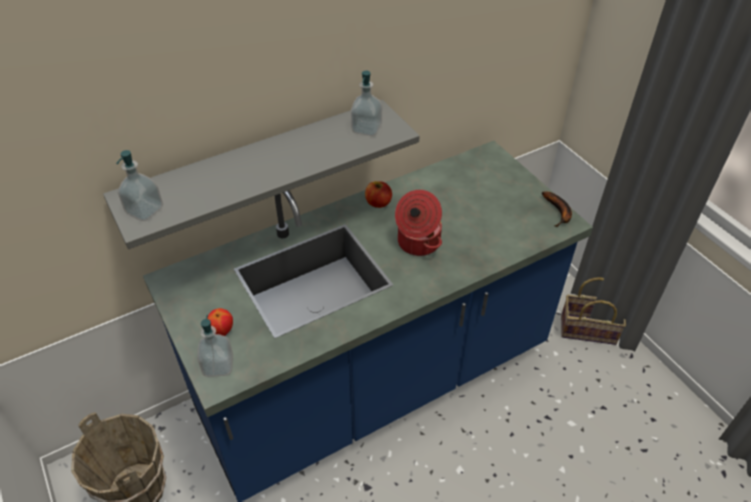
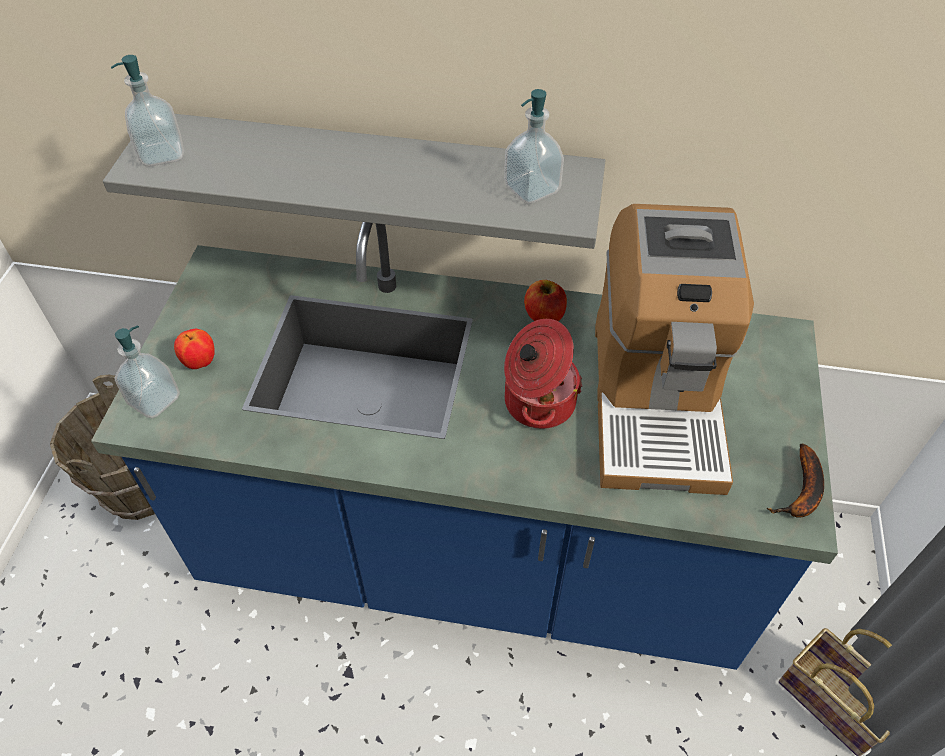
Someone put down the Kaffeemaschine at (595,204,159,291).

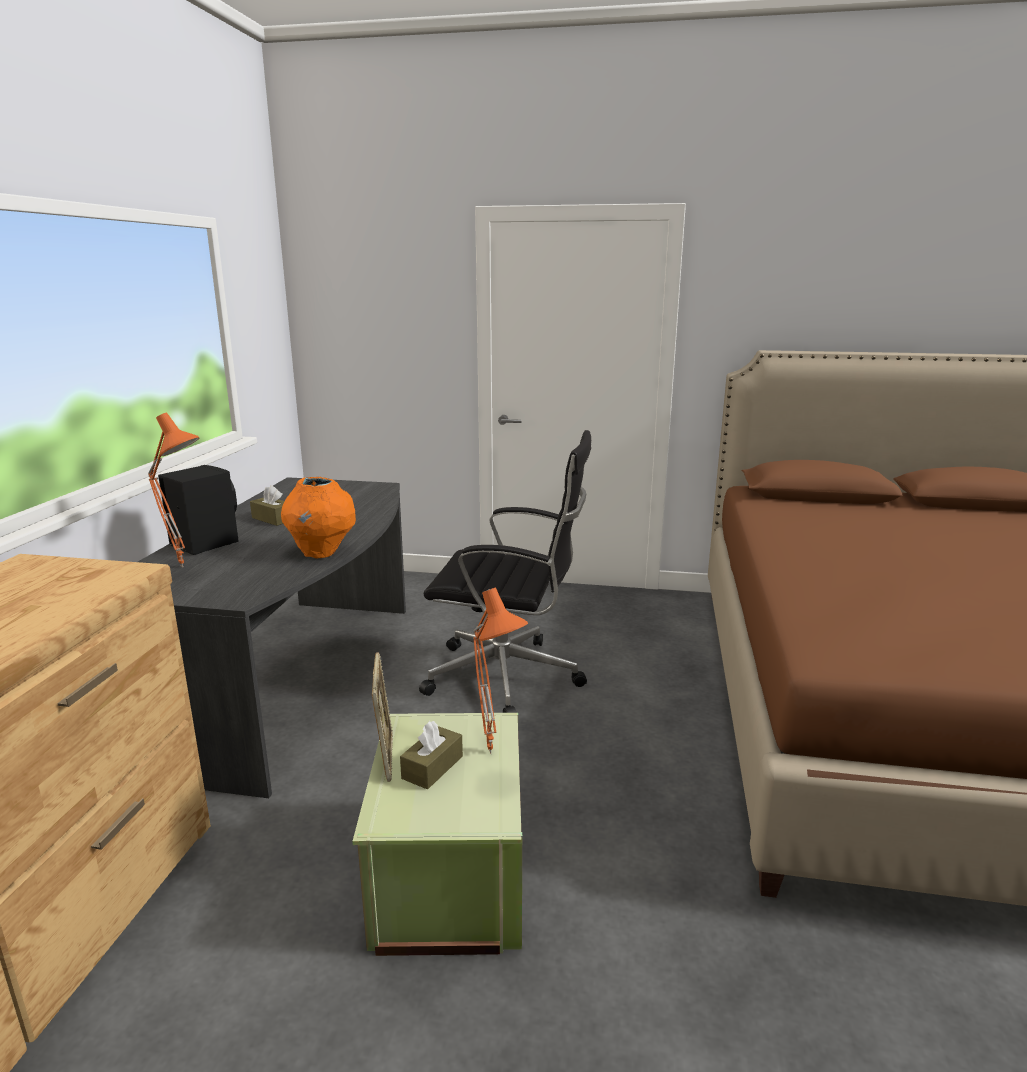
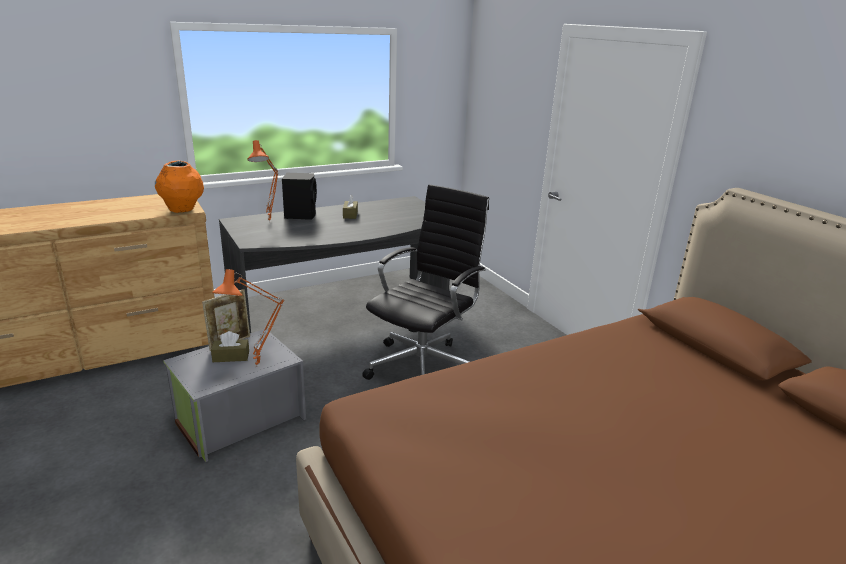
Someone carried the Vase [orange] from (281,477,75,82) to (155,160,49,53).
Someone repainted the Aufbewahrungsbox [grün] at (353,713,169,243), which became the Aufbewahrungsbox [grau] at (163,329,143,133).
Someone rotated the Bürostuhl [schwarz] at (419,430,172,283) by 120 degrees counterclockwise.

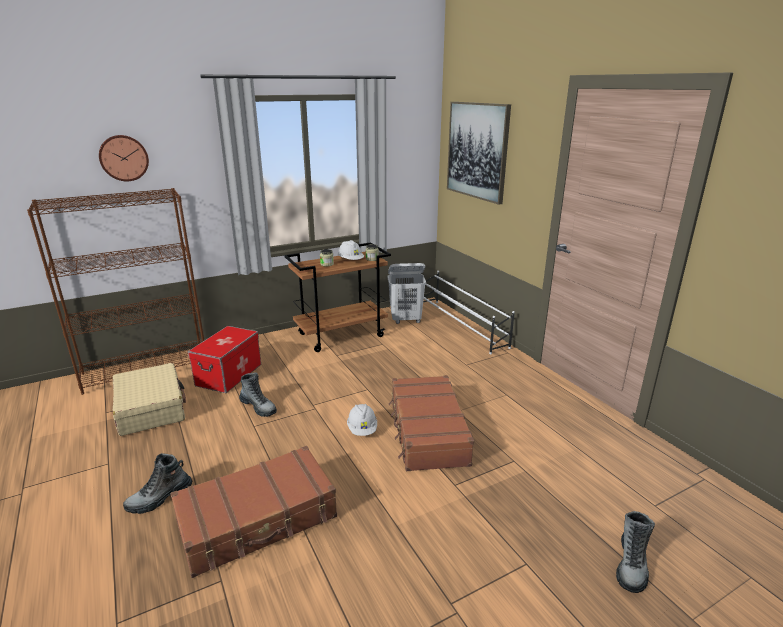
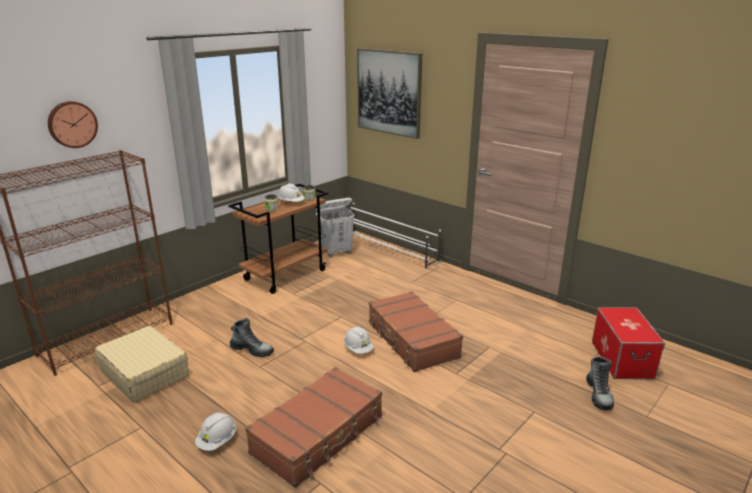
Someone carried the Aufbewahrungsbox from (188,326,73,67) to (592,307,73,72).
Someone swapped the Stiefel at (123,453,69,61) for the Schutzhelm [weiß] at (195,412,41,39).

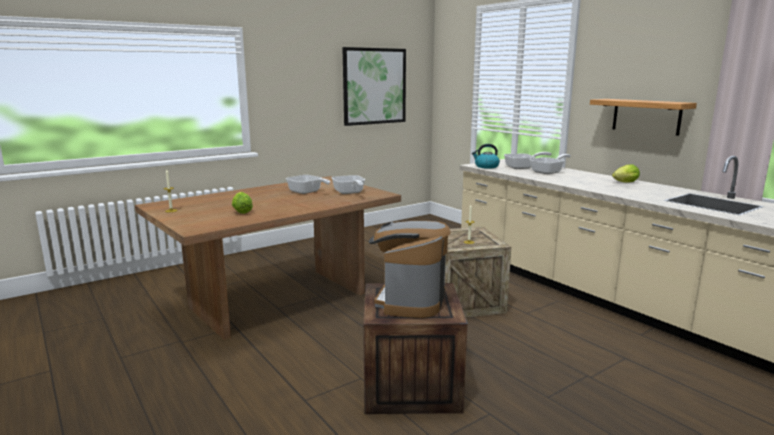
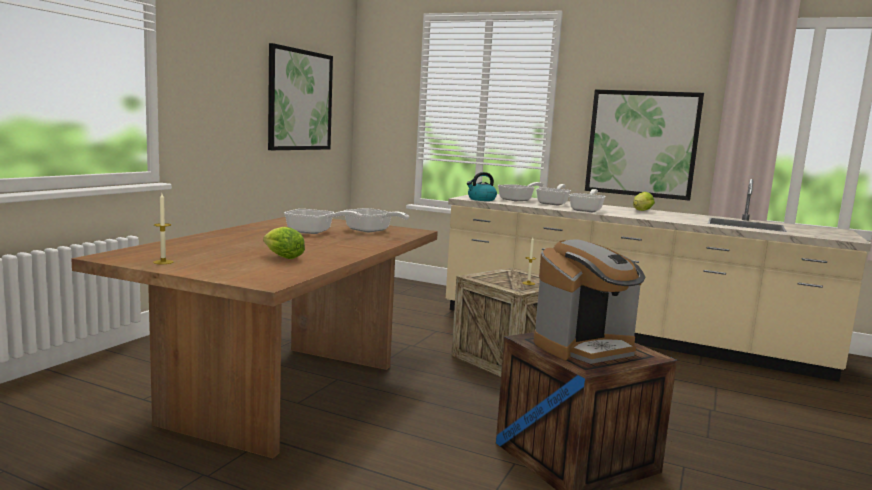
Someone put down the Pfanne at (569,189,37,23).
Someone swapped the Wandregal at (590,99,107,37) for the Bild at (585,89,119,112).
Someone rotated the Kaffeemaschine at (369,221,82,97) by 105 degrees counterclockwise.

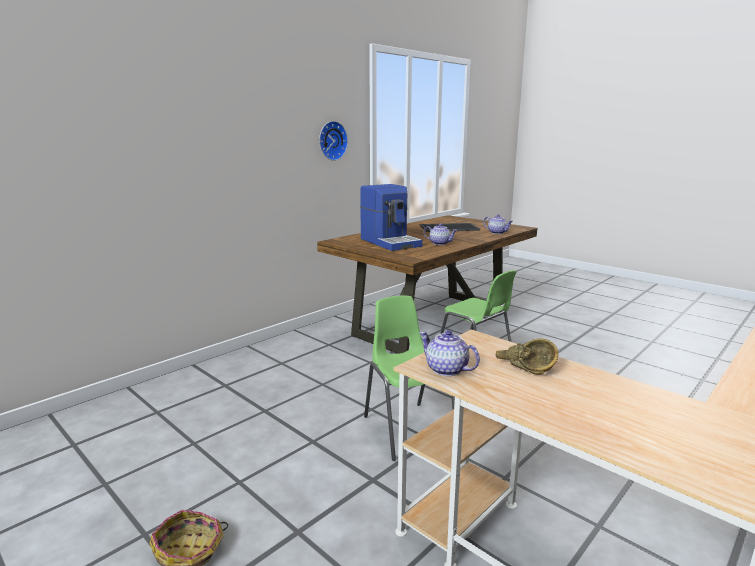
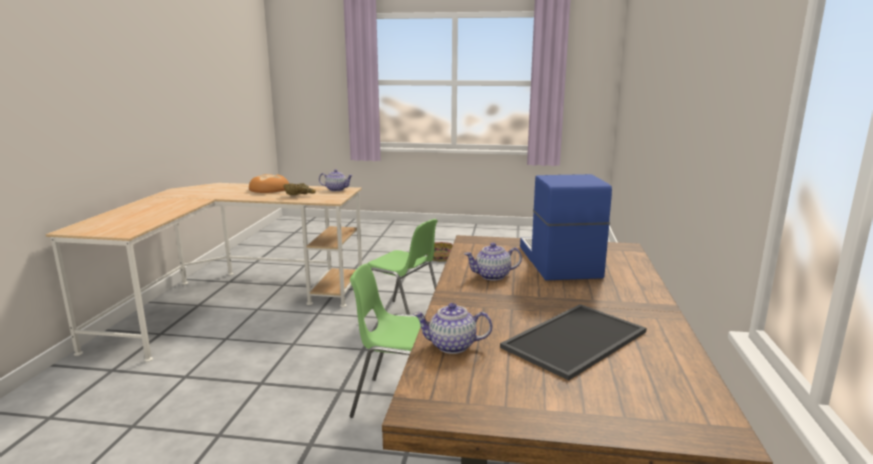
Someone took away the Wanduhr at (319,121,29,40).
Someone put down the Brot at (249,174,40,19).
Someone rotated the Kaffeemaschine at (360,184,63,67) by 60 degrees clockwise.

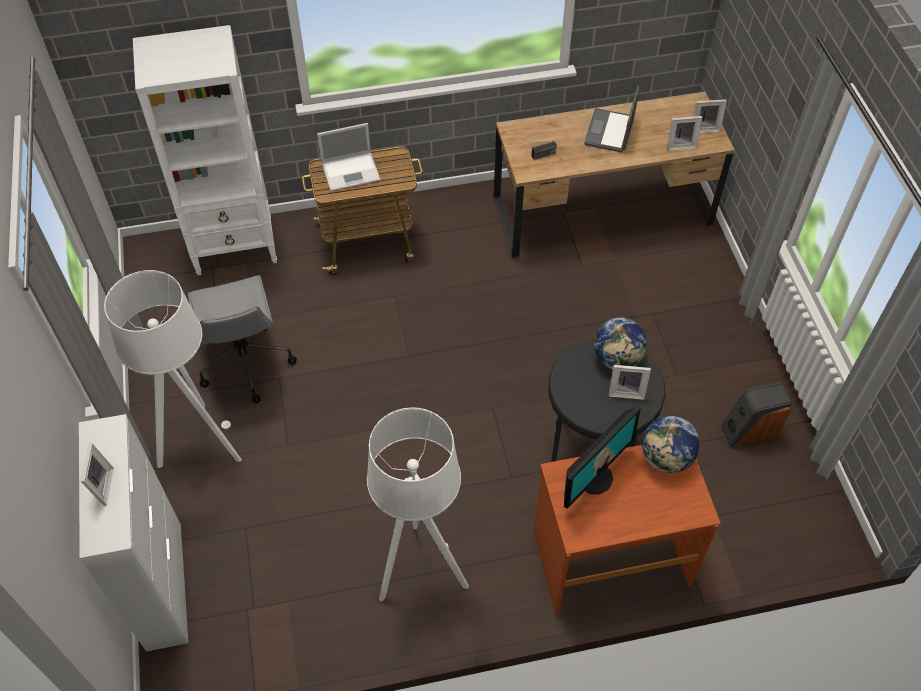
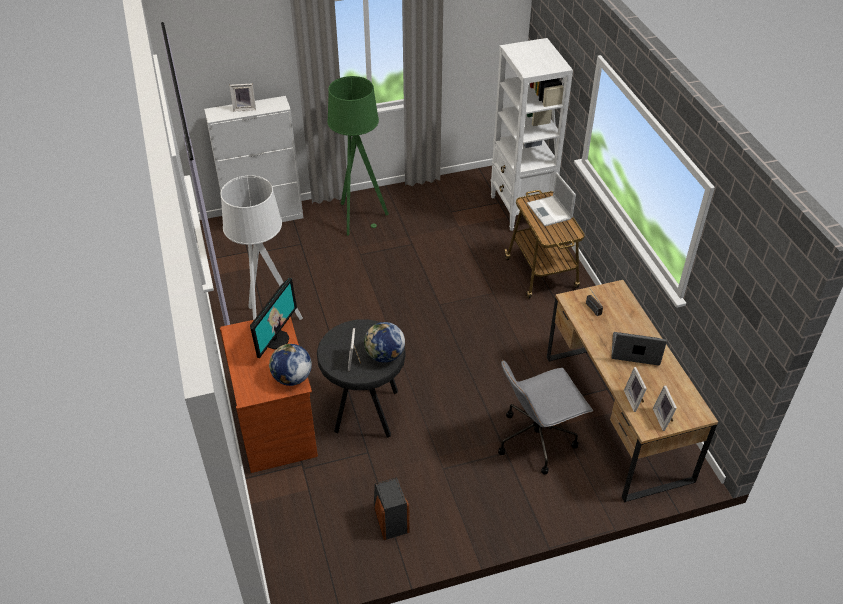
Someone carried the Bürostuhl [grau] from (188,275,109,128) to (498,360,95,114).
Someone repainted the Stehlampe [weiß] at (104,270,138,198), which became the Stehlampe [grün] at (327,76,62,160).
Someone rotated the Monitor at (564,406,77,103) by 105 degrees counterclockwise.

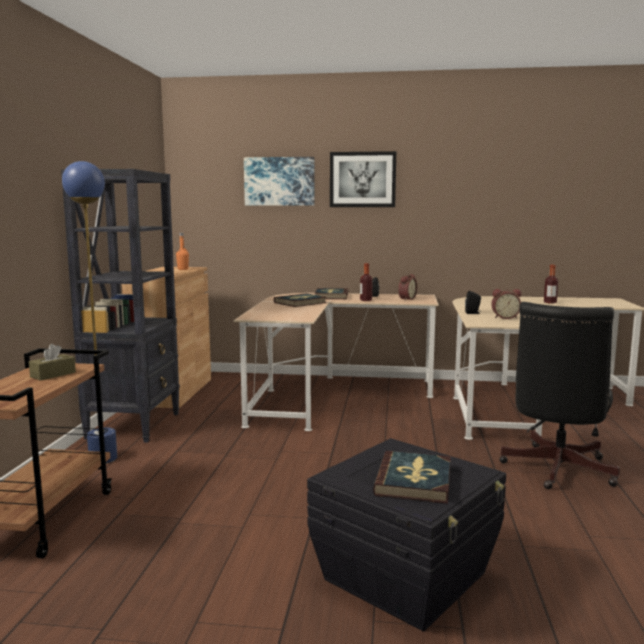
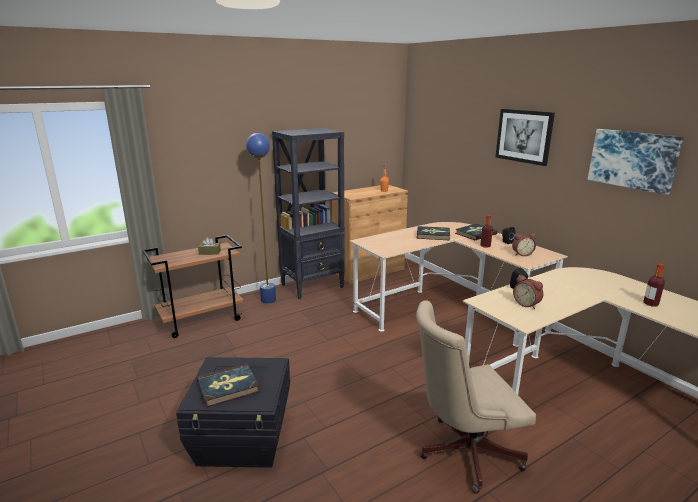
Someone carried the Bild from (244,157,70,49) to (588,129,95,66).
Someone repainted the Bürostuhl [schwarz] at (499,302,121,187), which became the Bürostuhl [beige] at (416,300,120,194).

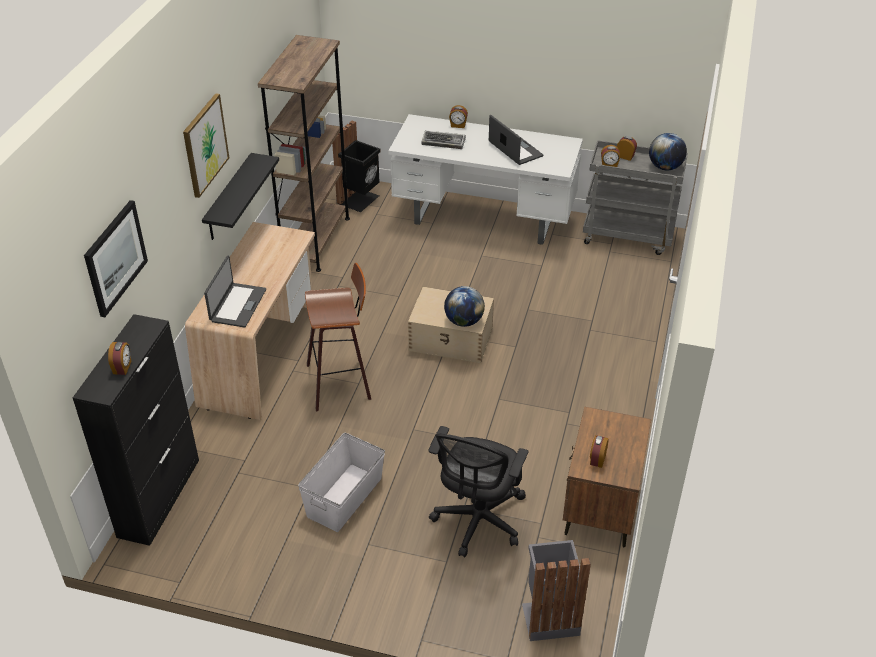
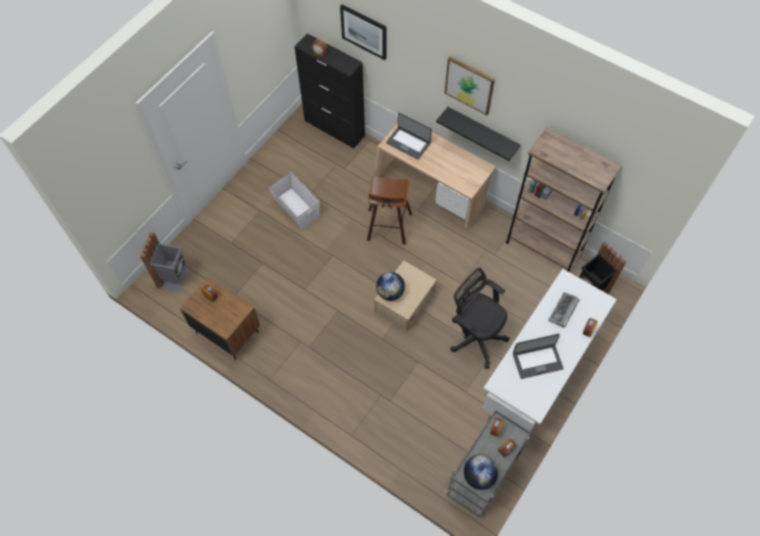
Someone carried the Bürostuhl [schwarz] from (428,426,100,132) to (450,268,60,101).

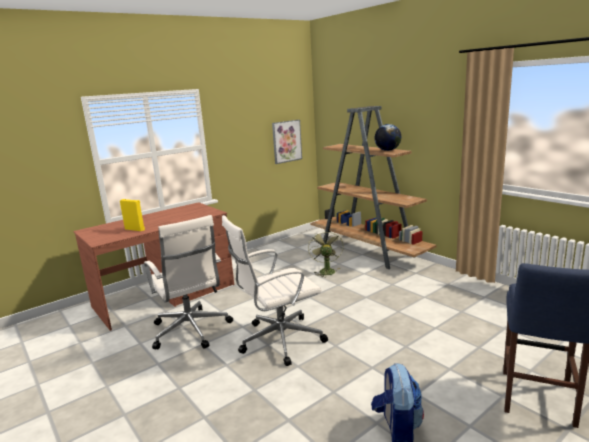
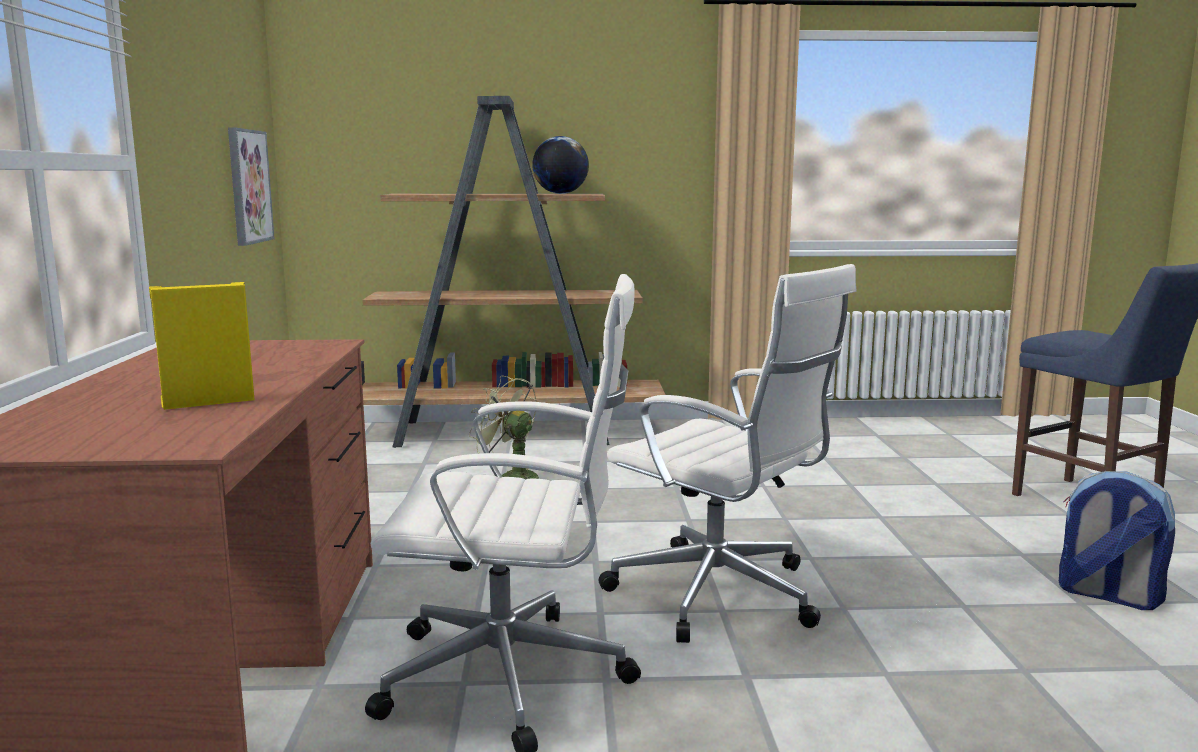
Someone rotated the Bürostuhl [weiß] at (222,215,106,151) by 60 degrees counterclockwise.

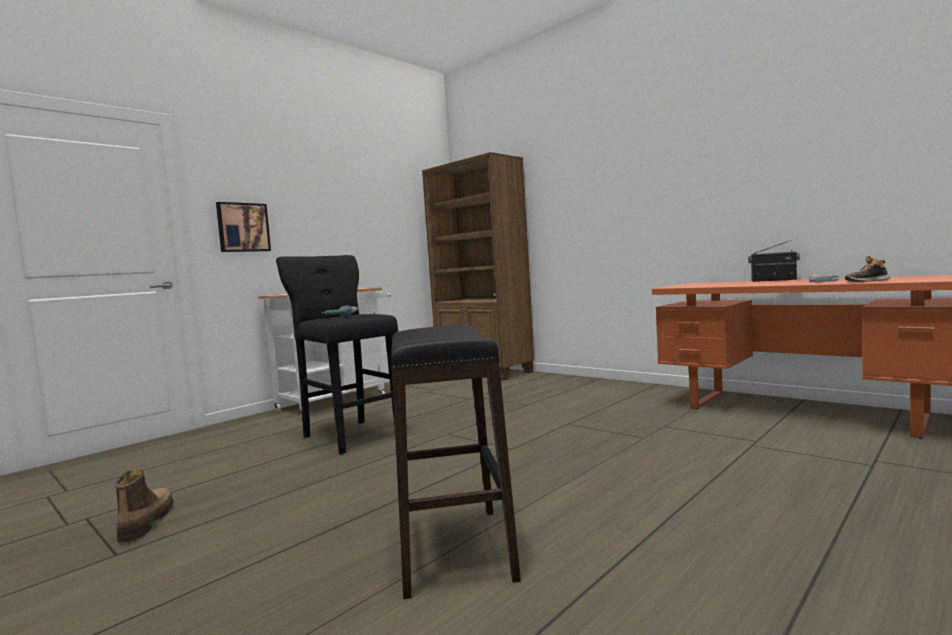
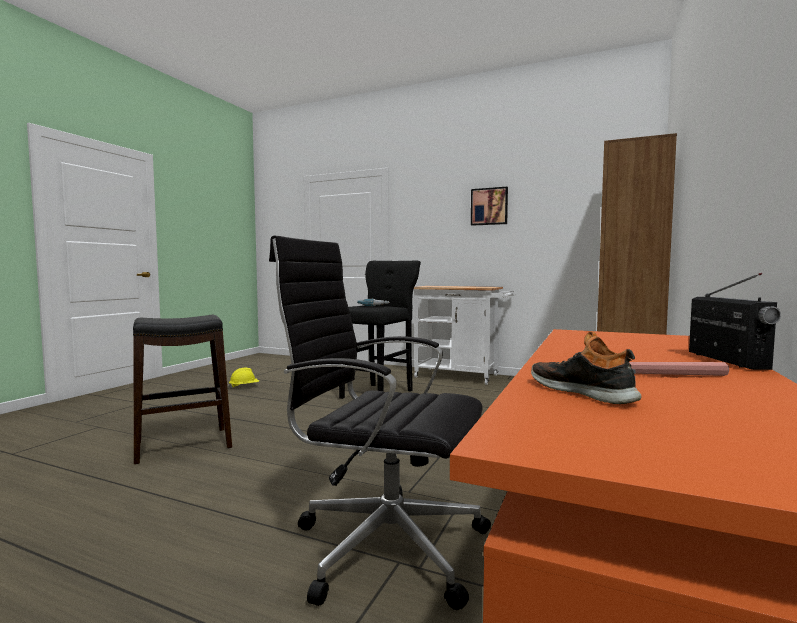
Someone put down the Bürostuhl [schwarz] at (269,235,222,375).
Someone carried the Bild from (216,202,55,50) to (471,187,37,39).
Someone swapped the Stiefel at (115,468,59,74) for the Schutzhelm [gelb] at (229,368,30,21).

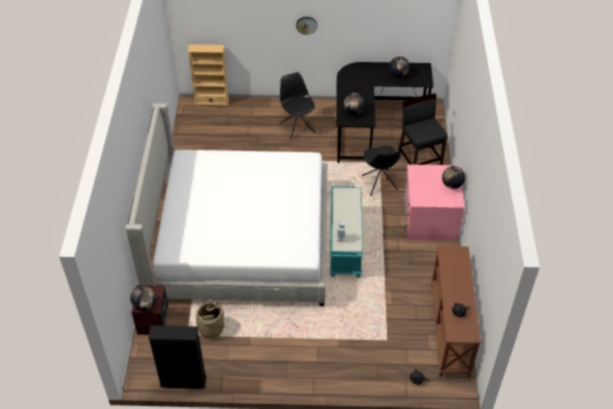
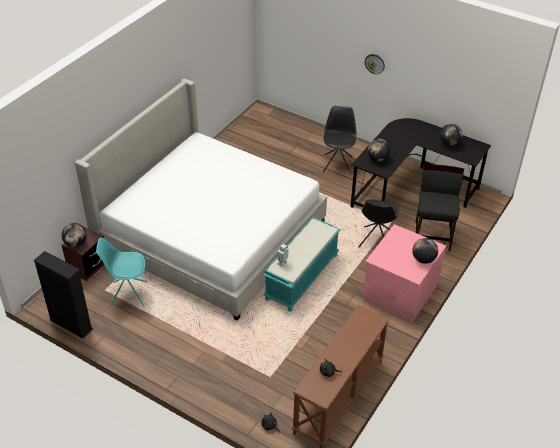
Someone took away the Bücherregal [beige] at (188,44,41,61).
Someone swapped the Korb at (196,302,28,37) for the Stuhl [türkis] at (96,237,51,70).

